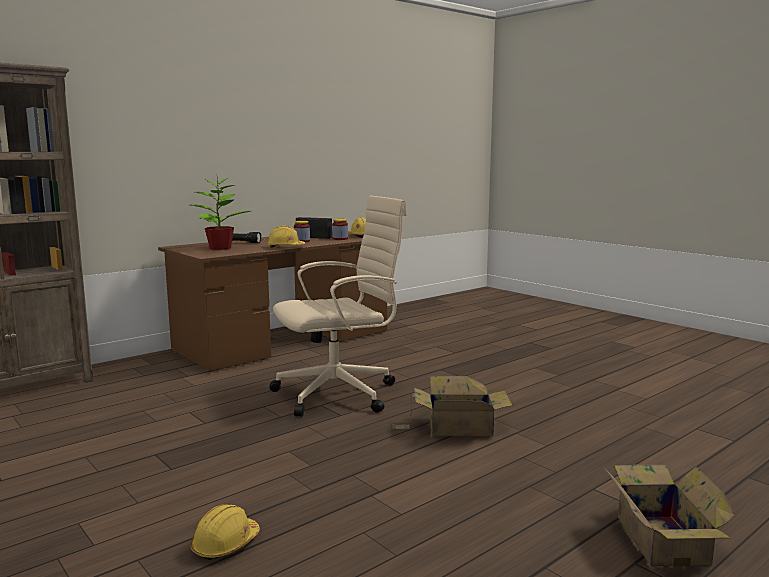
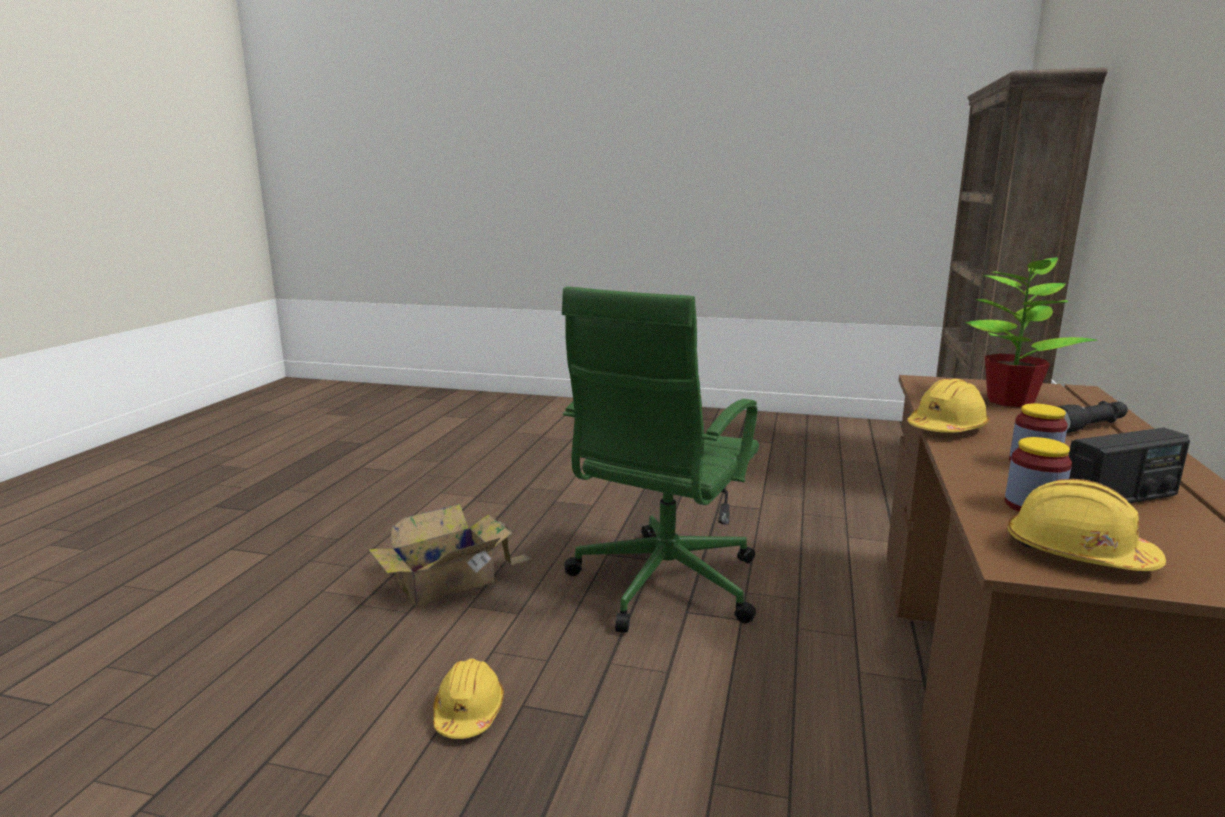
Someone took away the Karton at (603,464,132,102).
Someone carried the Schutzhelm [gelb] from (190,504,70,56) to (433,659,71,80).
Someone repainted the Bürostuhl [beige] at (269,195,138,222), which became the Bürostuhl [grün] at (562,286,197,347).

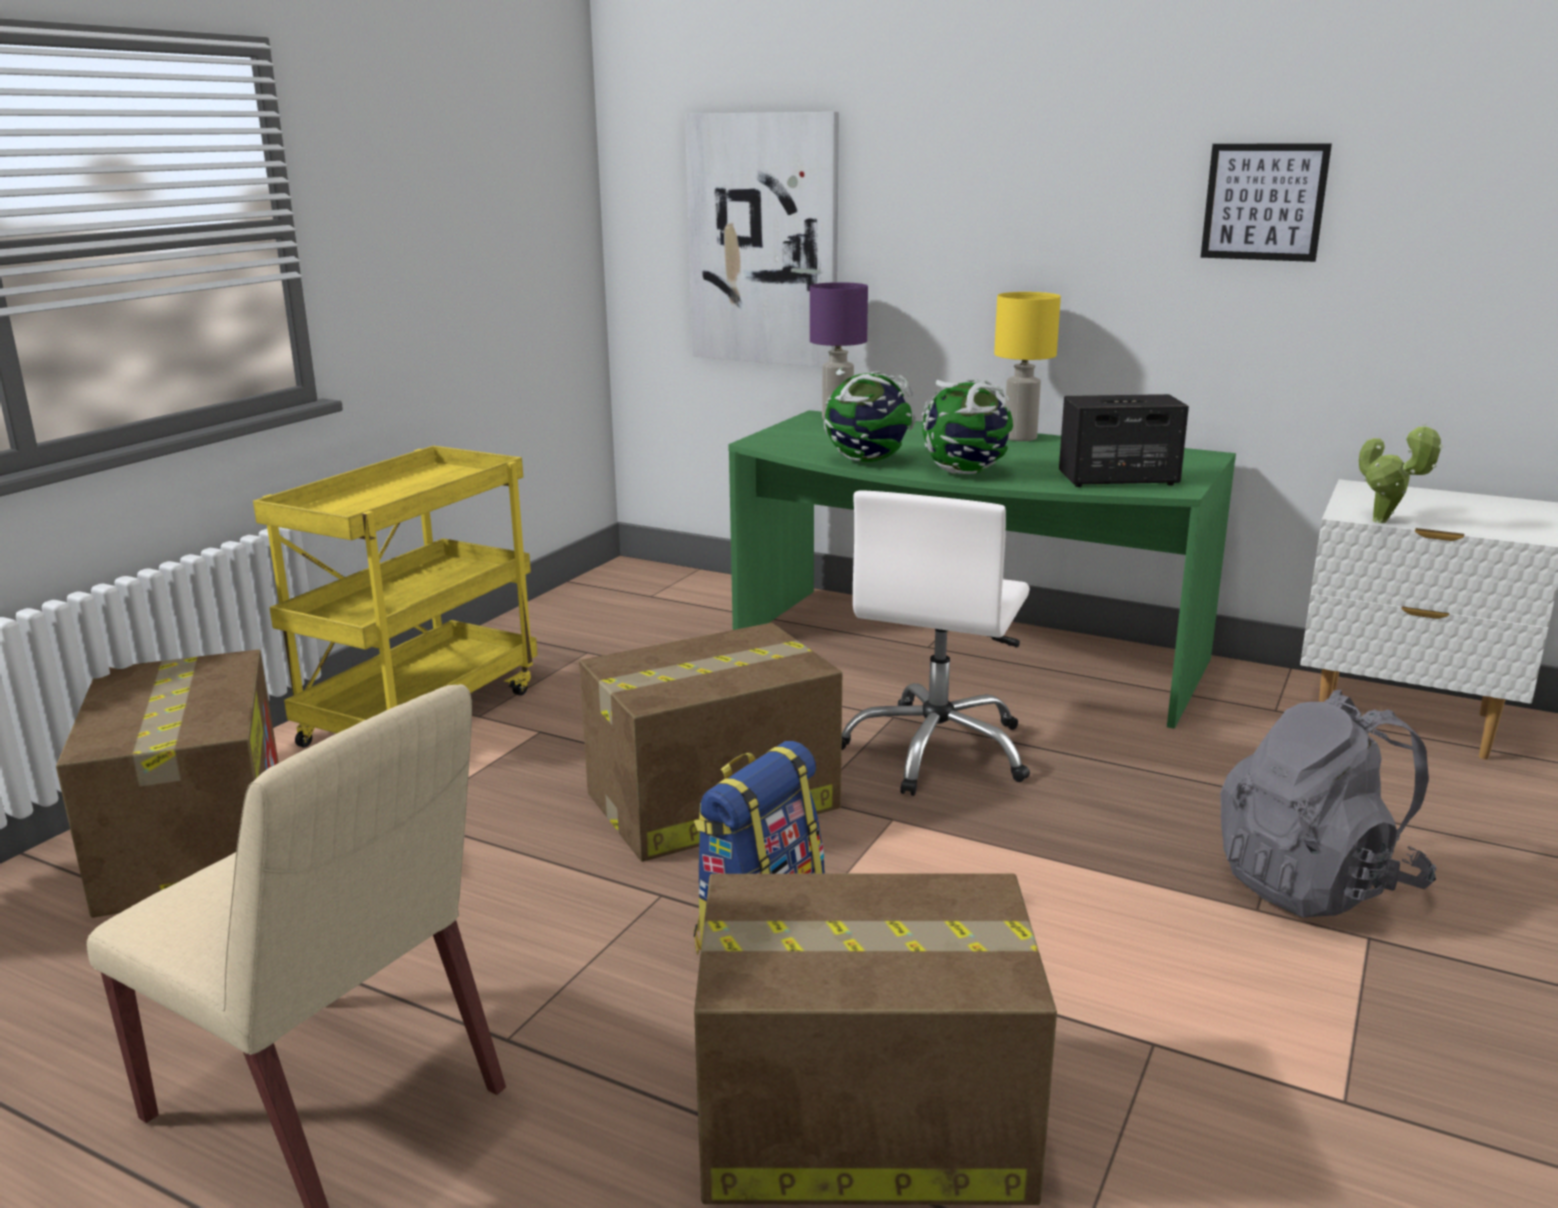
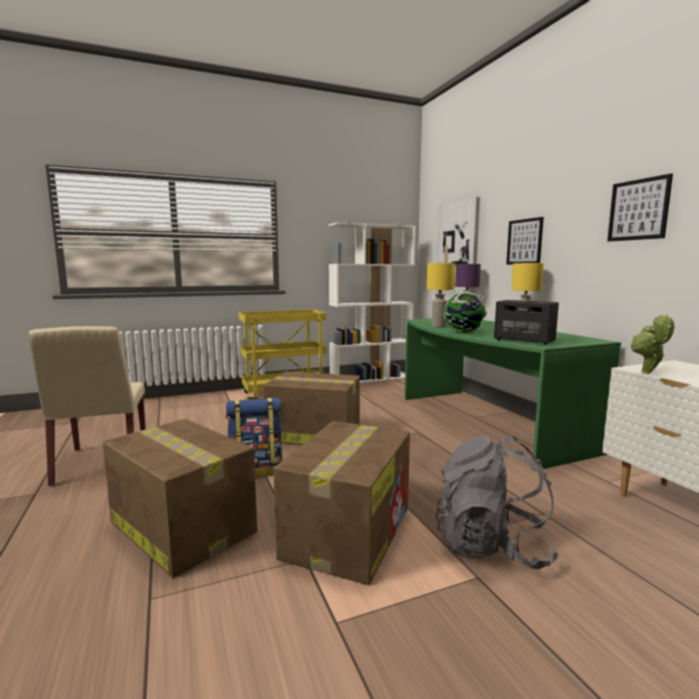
Someone took away the Bürostuhl [weiß] at (842,490,188,306).
Someone put down the Bücherregal [weiß] at (328,222,88,161).
Someone put up the Bild at (506,217,38,48).
Someone carried the Karton from (56,649,223,269) to (273,421,137,164).
Someone swapped the Globus at (824,367,92,95) for the Tischlampe [gelb] at (427,263,28,65).

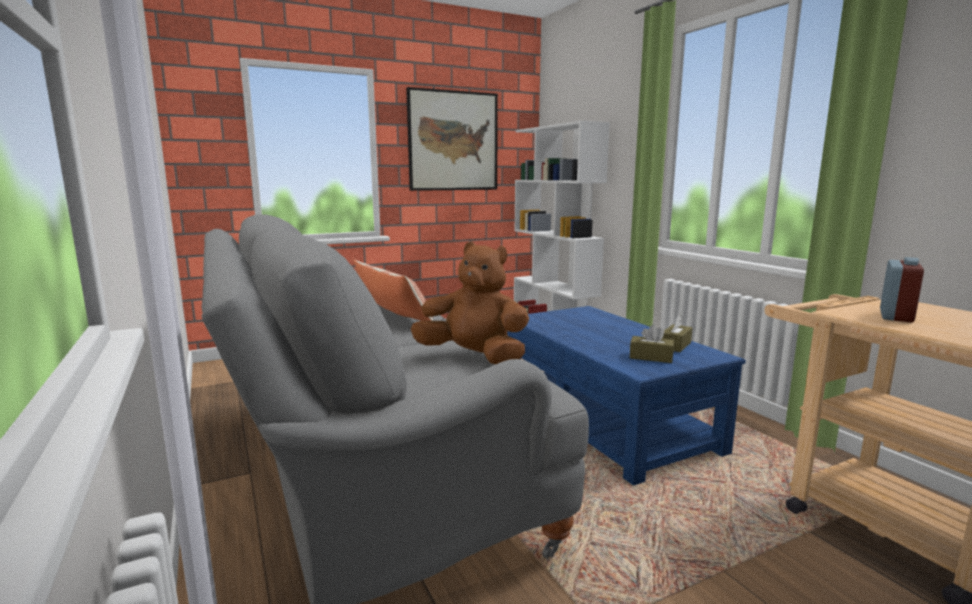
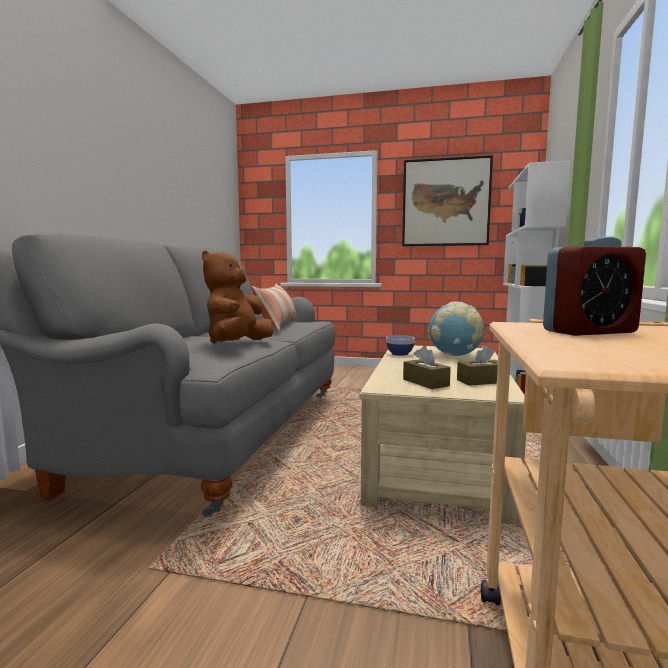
Someone put down the Schüssel at (386,335,29,21).
Someone put down the Globus at (428,301,56,55).
Someone repainted the Couchtisch [blau] at (507,306,239,180), which became the Couchtisch [beige] at (359,346,167,179).
Someone rotated the Plüschtier [braun] at (411,242,118,122) by 135 degrees counterclockwise.

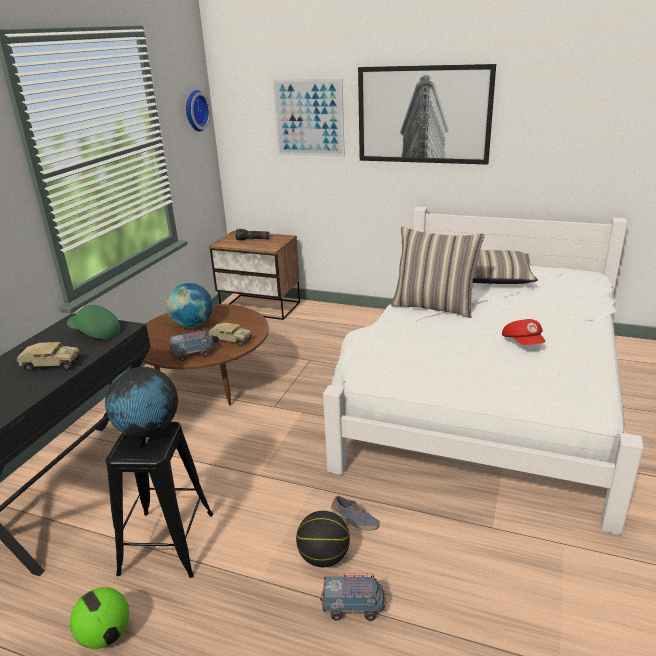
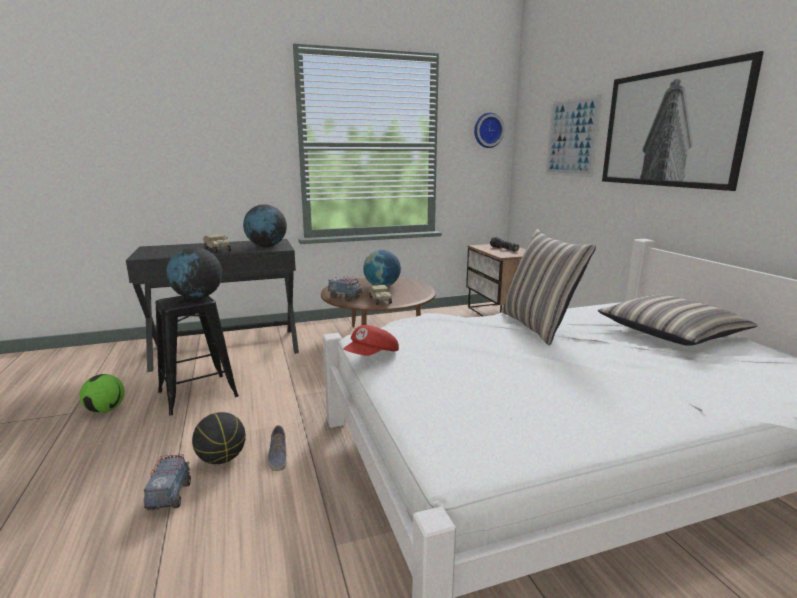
Someone carried the Kappe [rot] from (502,319,44,26) to (343,325,56,31).
Someone swapped the Kappe [grün] at (67,305,54,34) for the Globus at (243,204,44,43).
Someone rotated the Spielzeuglaster at (320,573,67,48) by 150 degrees counterclockwise.

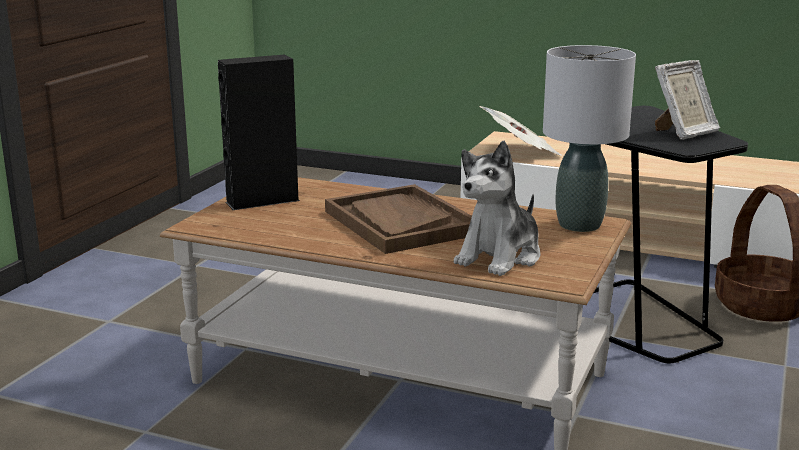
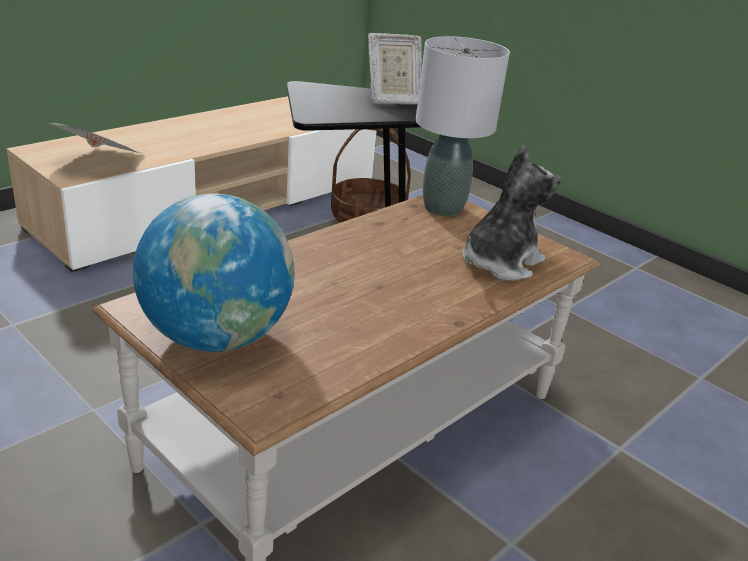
Someone took away the Tablett [braun] at (325,184,147,70).
Someone swapped the Lautsprecher [schwarz] at (218,55,82,155) for the Globus at (133,194,161,158).
Someone rotated the Plüschtier at (454,141,87,135) by 105 degrees counterclockwise.
Someone rotated the Bilderrahmen at (655,60,65,80) by 90 degrees clockwise.

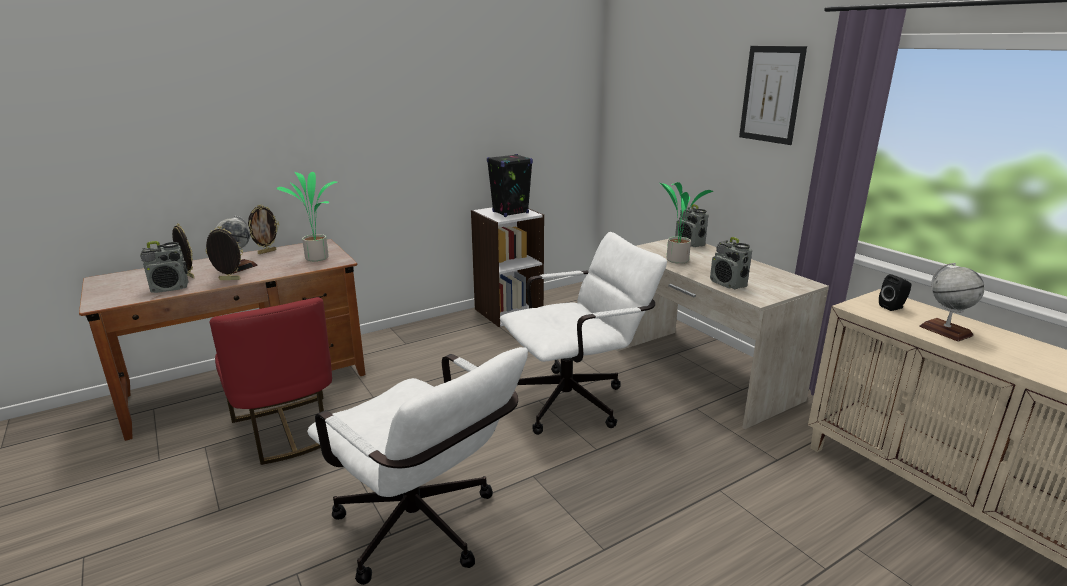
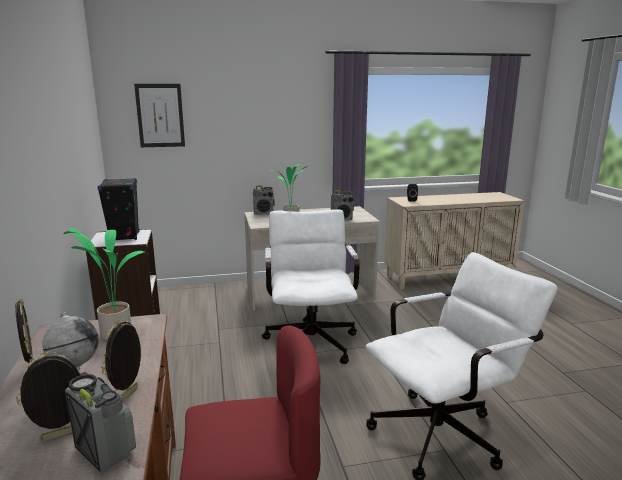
Someone took away the Globus at (919,263,66,79).
Someone carried the Bild from (739,46,68,99) to (134,84,51,63).
Someone rotated the Radio at (140,241,48,52) by 45 degrees counterclockwise.

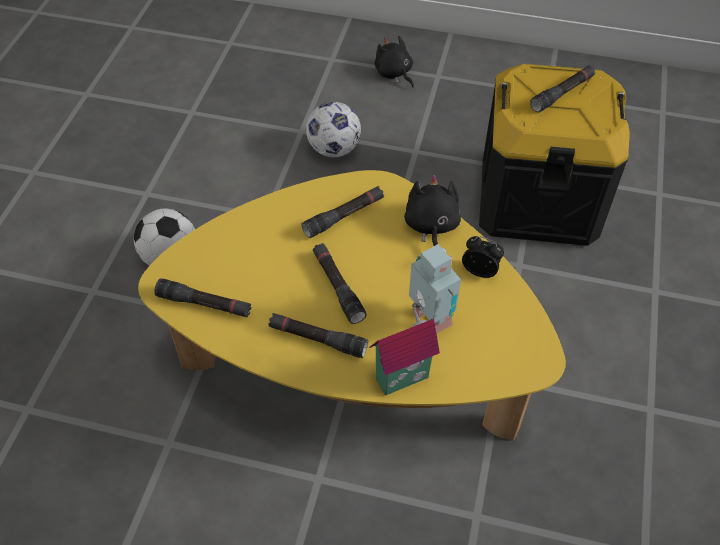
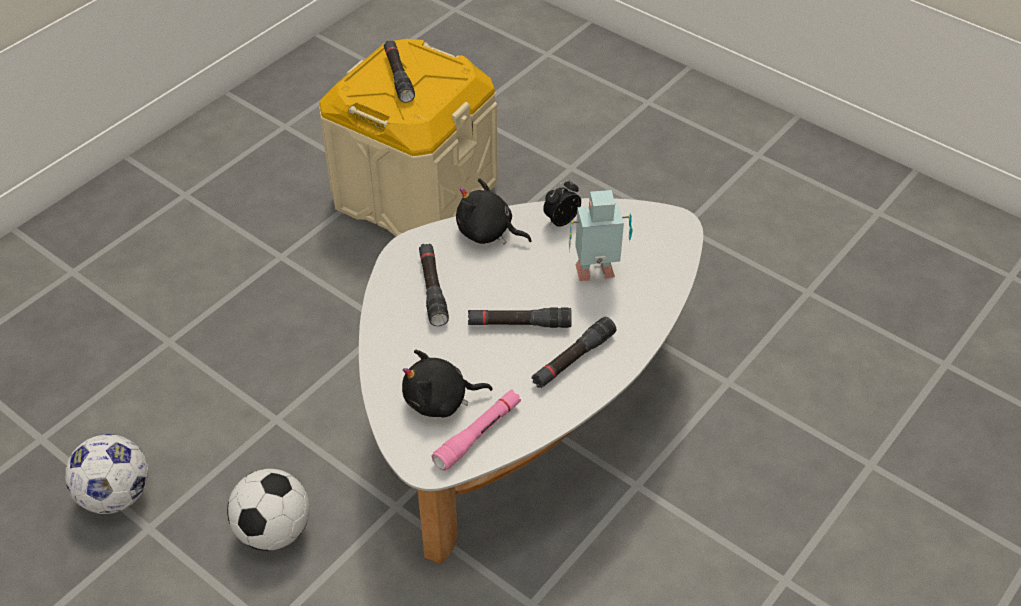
Someone took away the Spielzeughaus at (369,290,71,106).
Someone carried the Fußball from (306,102,55,55) to (65,434,83,80).
Someone carried the Plüschtier [schwarz] from (375,36,39,52) to (402,350,91,67).
Someone repainted the Couchtisch [gelb] at (138,170,428,270), which became the Couchtisch [weiß] at (359,198,344,366).
Someone repainted the Taschenlampe [schwarz] at (154,279,98,38), which became the Taschenlampe [rosa] at (432,390,89,81).
Someone repainted the Aufbewahrungsbox [schwarz] at (479,64,151,182), which became the Aufbewahrungsbox [beige] at (319,39,179,198).

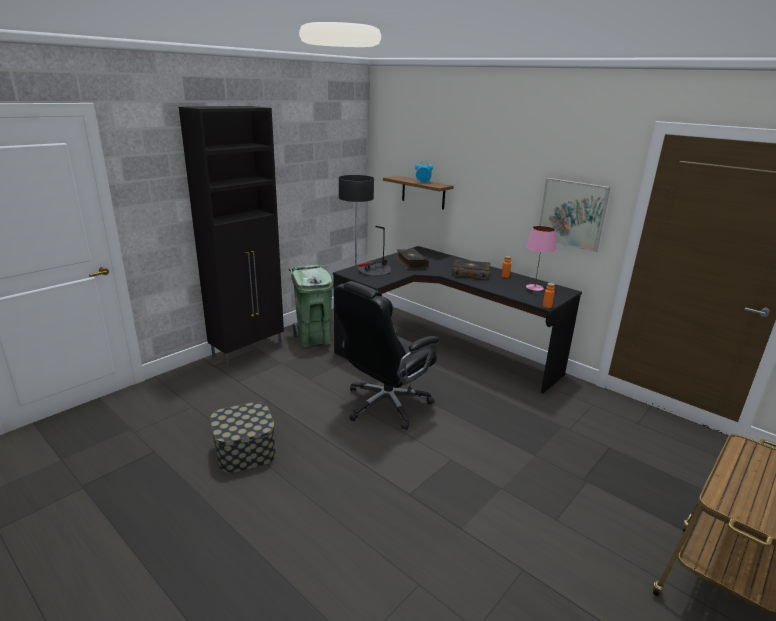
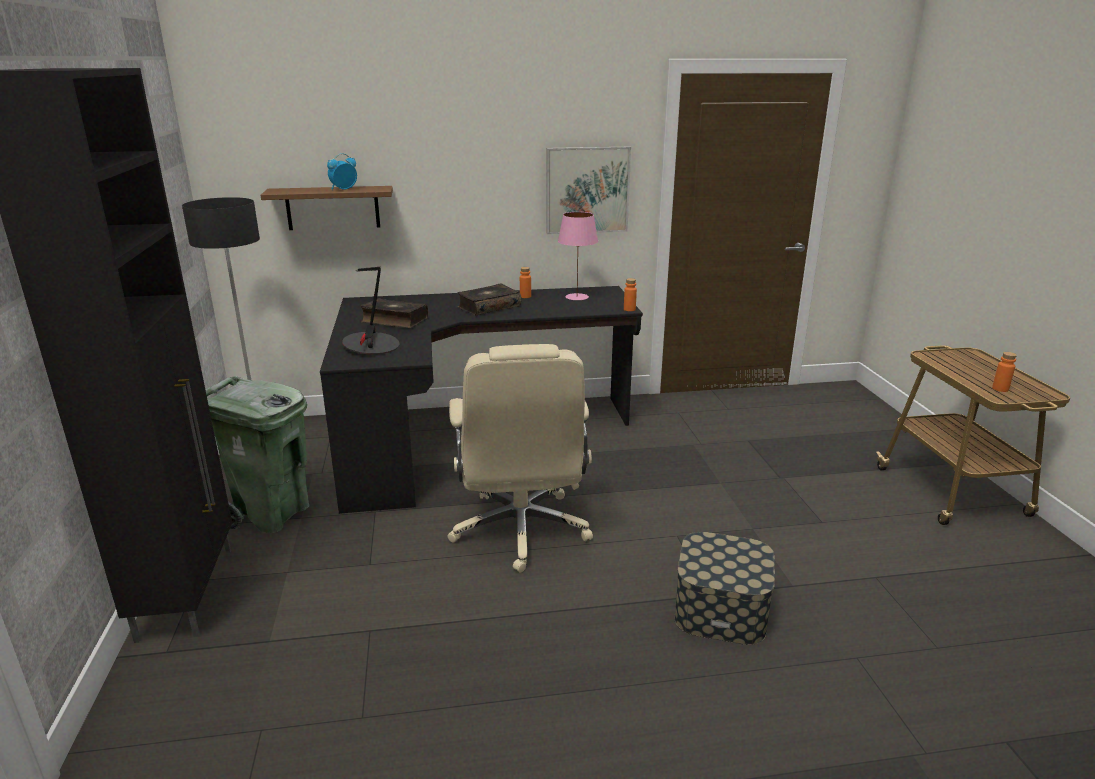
Someone put down the Flasche [orange] at (992,352,25,40).
Someone carried the Aufbewahrungsbox from (210,402,66,71) to (674,532,101,113).
Someone repainted the Bürostuhl [schwarz] at (334,281,106,149), which became the Bürostuhl [beige] at (447,344,146,228).

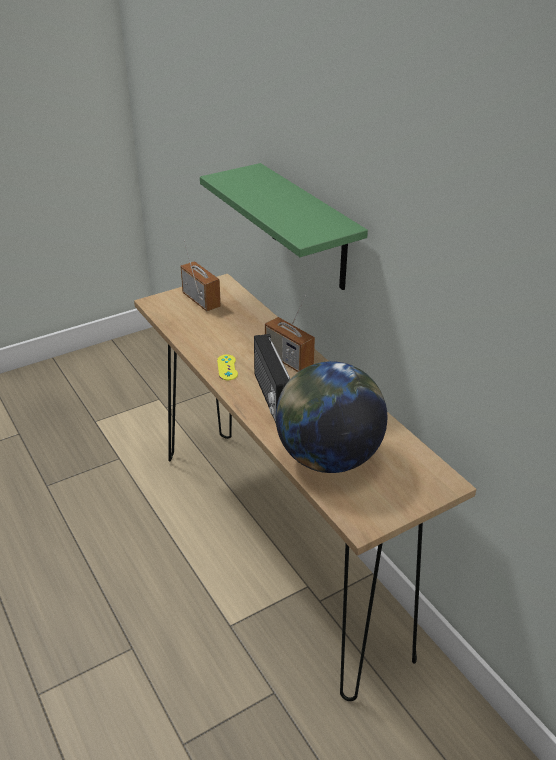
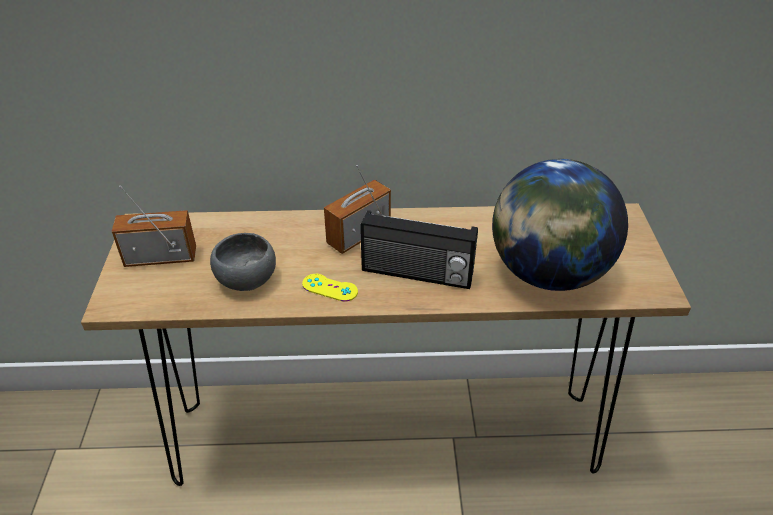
Someone took away the Wandregal [grün] at (200,163,168,127).
Someone put down the Schüssel [grau] at (210,233,66,58).
Someone rotated the Radio at (265,295,50,77) by 150 degrees clockwise.

